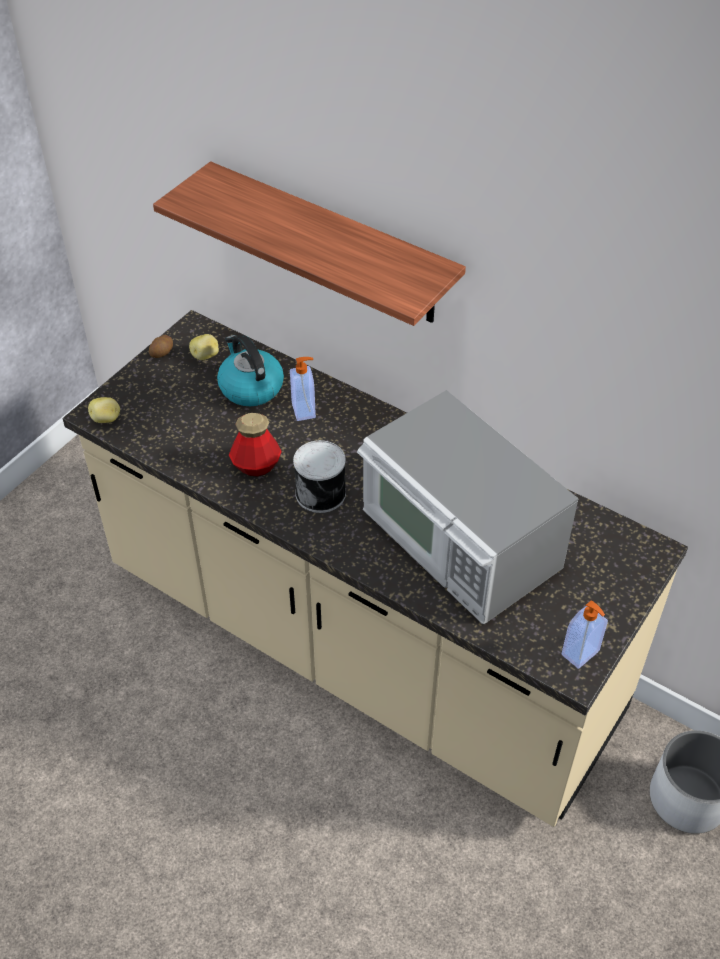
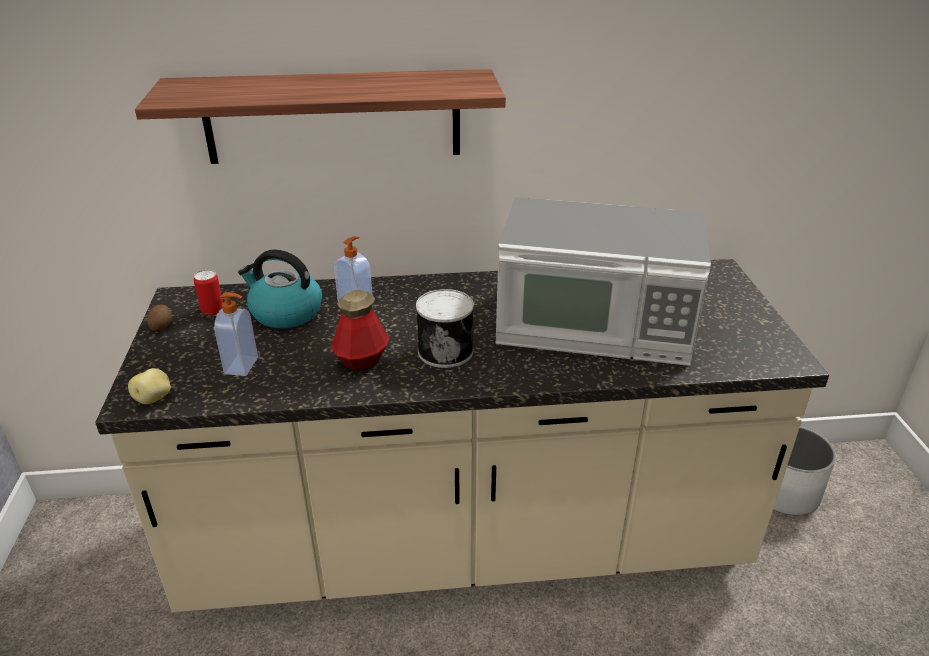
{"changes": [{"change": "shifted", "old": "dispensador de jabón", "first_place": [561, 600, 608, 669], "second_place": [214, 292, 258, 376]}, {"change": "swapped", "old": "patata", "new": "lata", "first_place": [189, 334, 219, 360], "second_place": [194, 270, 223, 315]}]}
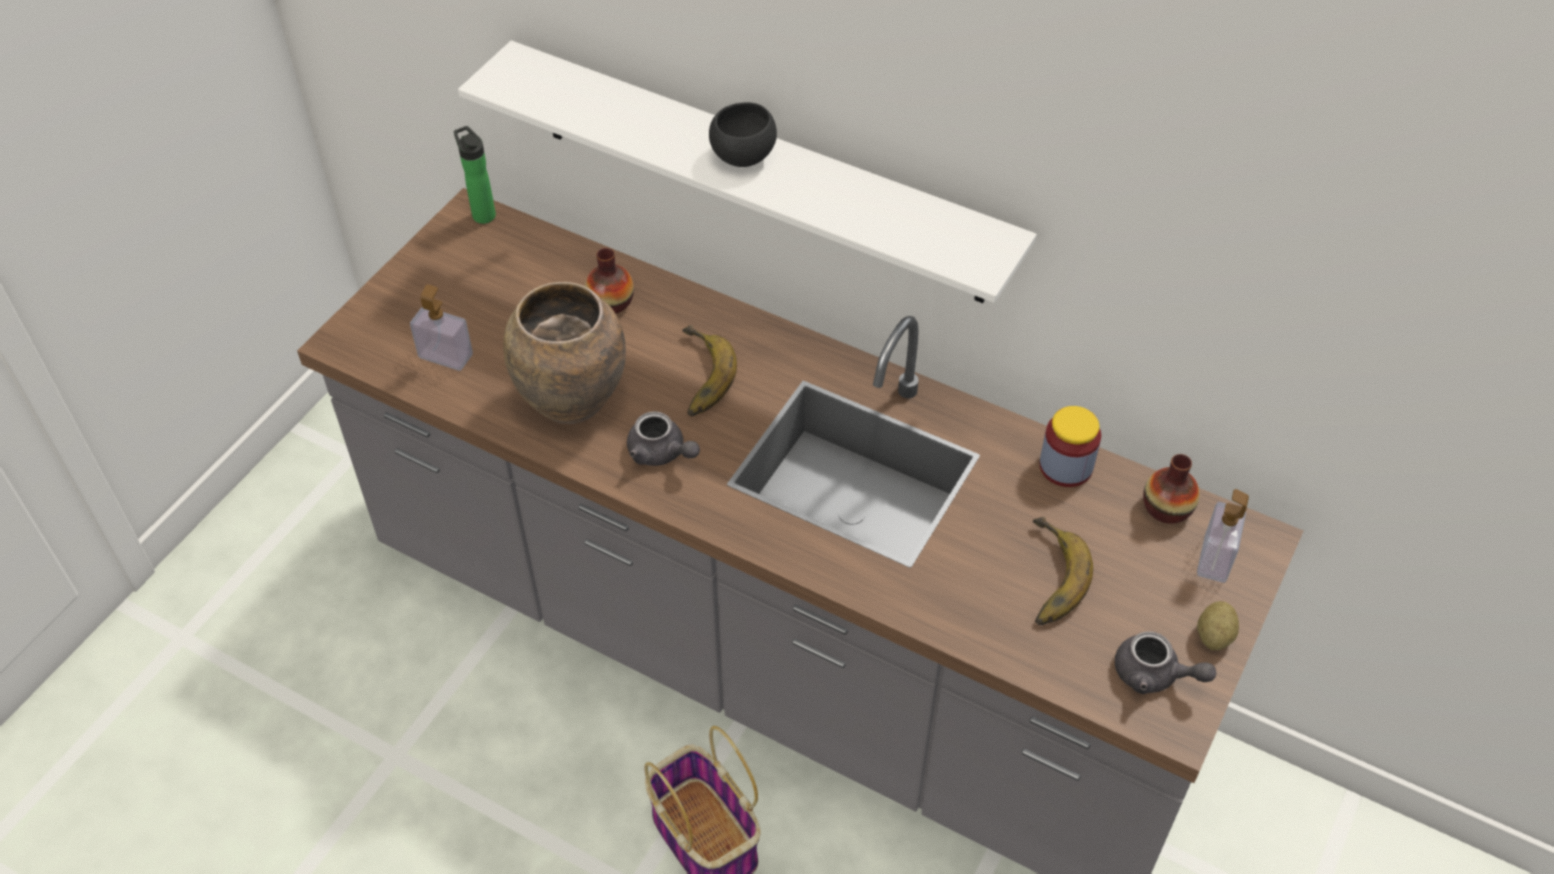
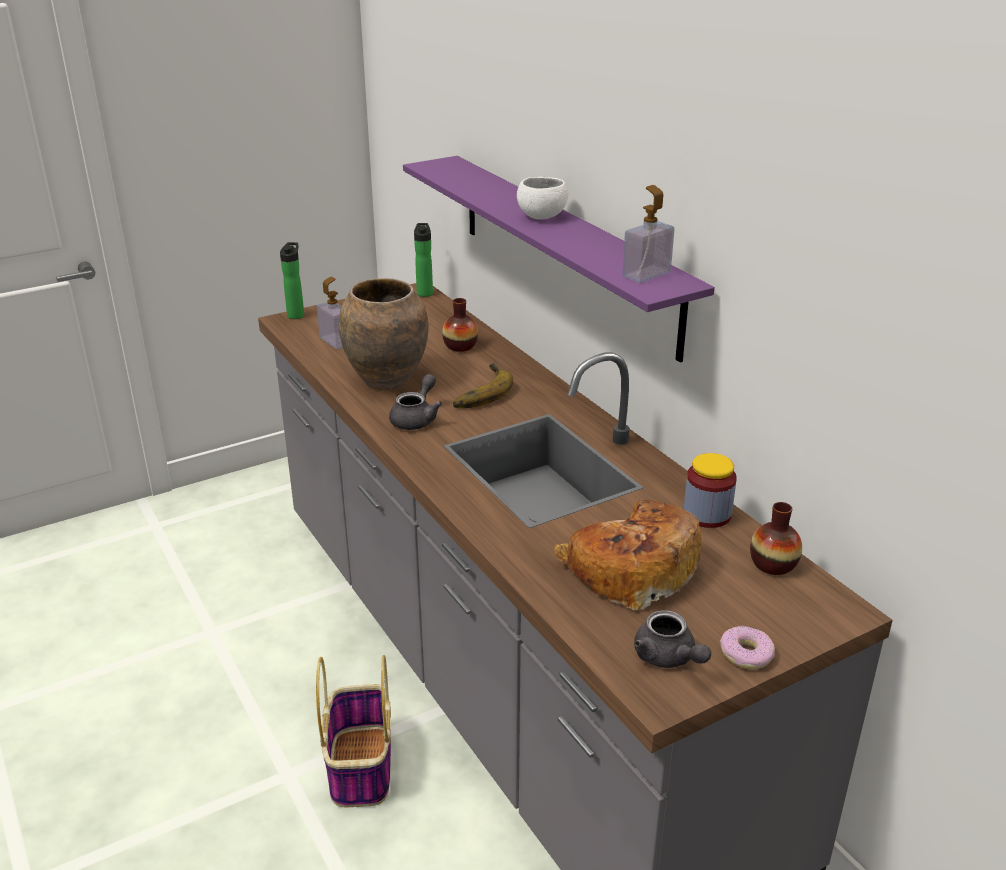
{"changes": [{"change": "new", "new": "botella", "second_place": [280, 242, 304, 319]}, {"change": "shifted", "old": "dispensador de jabón", "first_place": [1197, 489, 1249, 583], "second_place": [622, 185, 674, 283]}, {"change": "swapped", "old": "plátano", "new": "pan", "first_place": [1033, 517, 1093, 625], "second_place": [554, 500, 701, 610]}, {"change": "swapped", "old": "patata", "new": "rosquilla", "first_place": [1197, 601, 1239, 650], "second_place": [720, 626, 775, 670]}, {"change": "repainted", "old": "estante (blanco)", "new": "estante (morado)", "first_place": [458, 40, 1037, 303], "second_place": [403, 156, 715, 363]}, {"change": "repainted", "old": "cuenco (negro)", "new": "cuenco (blanco)", "first_place": [709, 102, 777, 167], "second_place": [517, 177, 568, 219]}, {"change": "rotated", "old": "tetera (gris)", "first_place": [627, 411, 700, 466], "second_place": [389, 374, 442, 430], "degrees": -135}]}
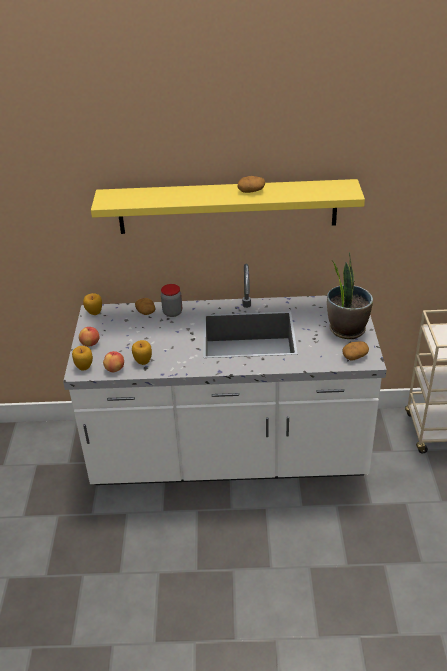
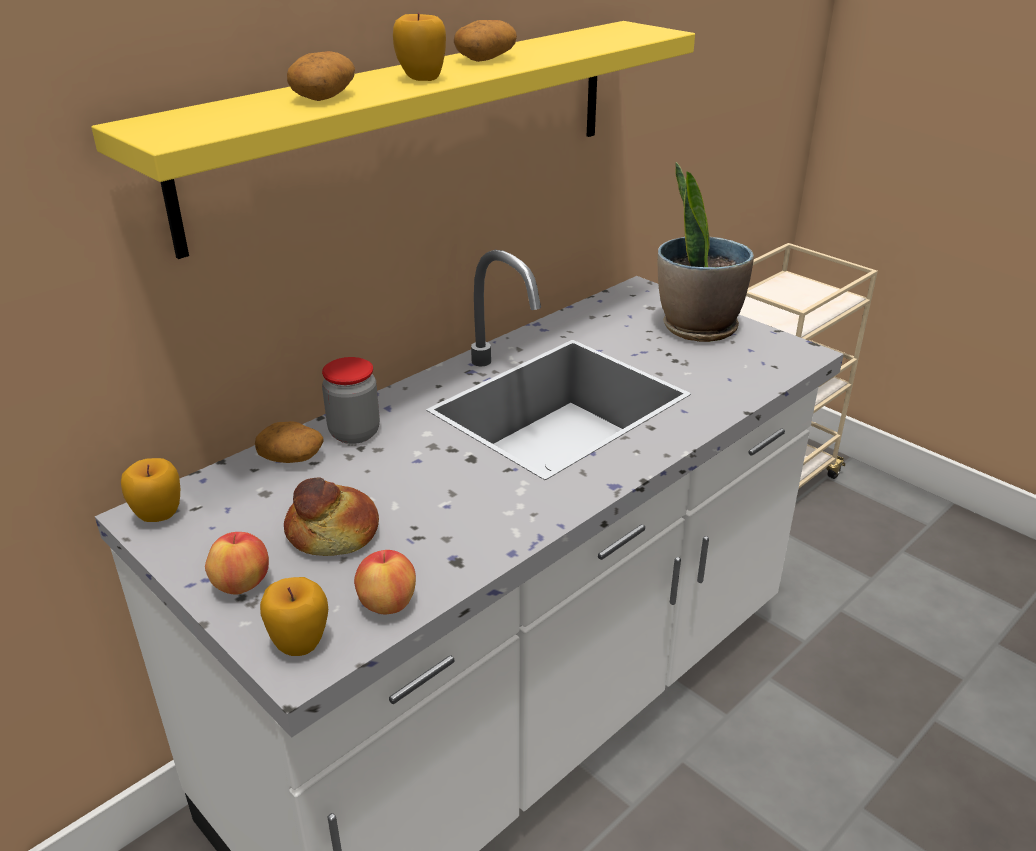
{"changes": [{"change": "new", "new": "pan", "second_place": [284, 478, 379, 556]}, {"change": "shifted", "old": "manzana", "first_place": [132, 340, 152, 365], "second_place": [393, 13, 446, 81]}, {"change": "shifted", "old": "patata", "first_place": [342, 341, 369, 361], "second_place": [287, 51, 355, 101]}]}
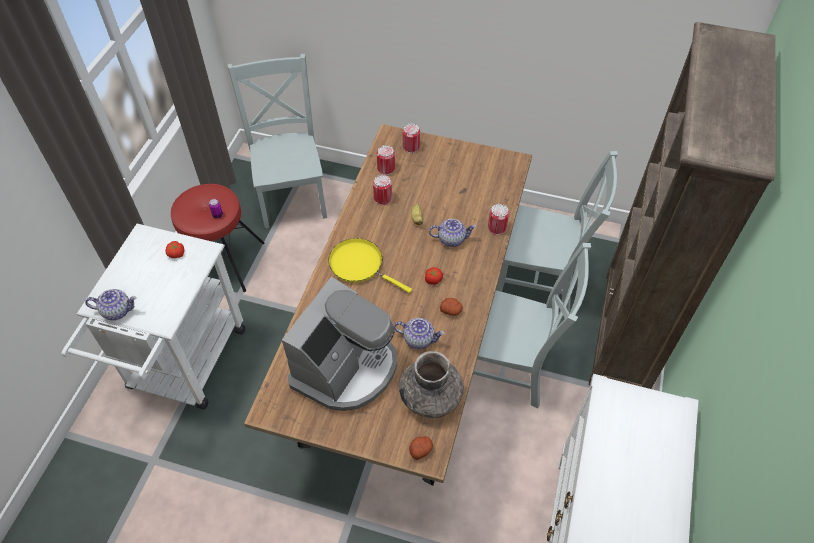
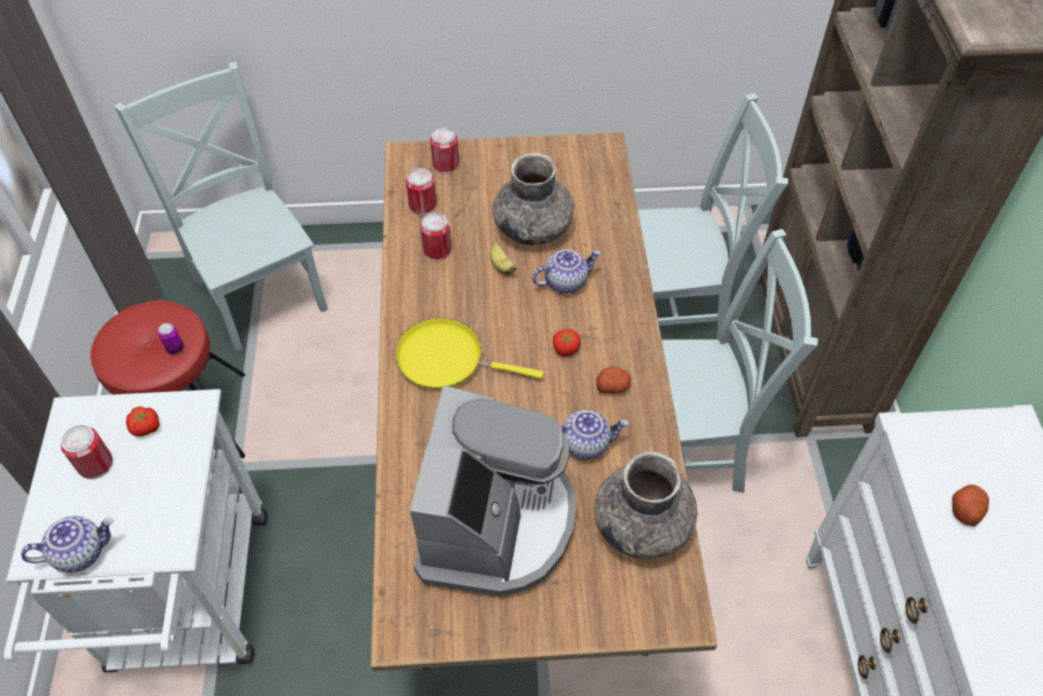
{"changes": [{"change": "new", "new": "florero (gris)", "second_place": [492, 153, 574, 245]}, {"change": "shifted", "old": "patata", "first_place": [409, 436, 433, 460], "second_place": [952, 485, 989, 526]}, {"change": "shifted", "old": "lata", "first_place": [488, 204, 509, 235], "second_place": [61, 425, 113, 479]}]}
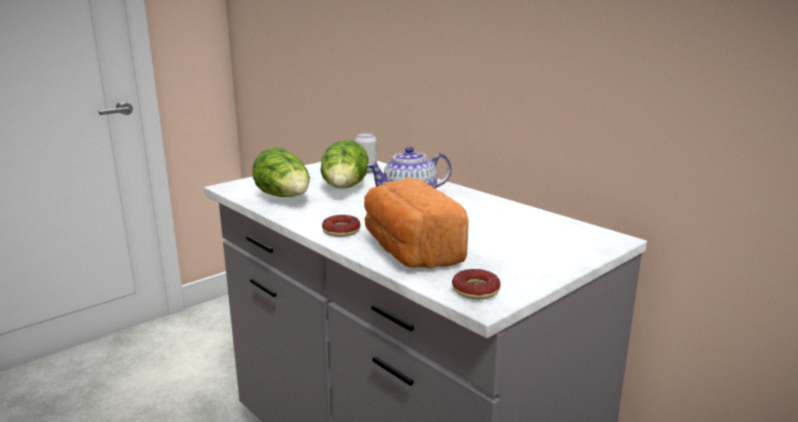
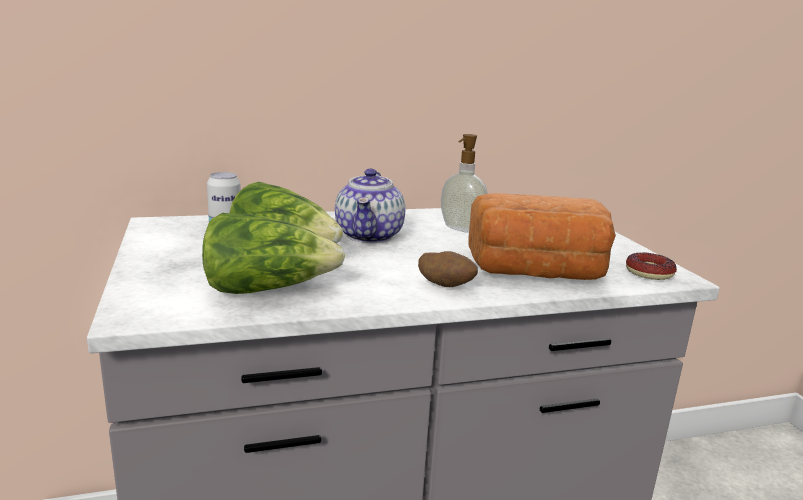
{"changes": [{"change": "new", "new": "dispensador de jabón", "second_place": [441, 134, 488, 233]}, {"change": "swapped", "old": "rosquilla", "new": "patata", "first_place": [322, 215, 361, 237], "second_place": [418, 251, 478, 287]}]}
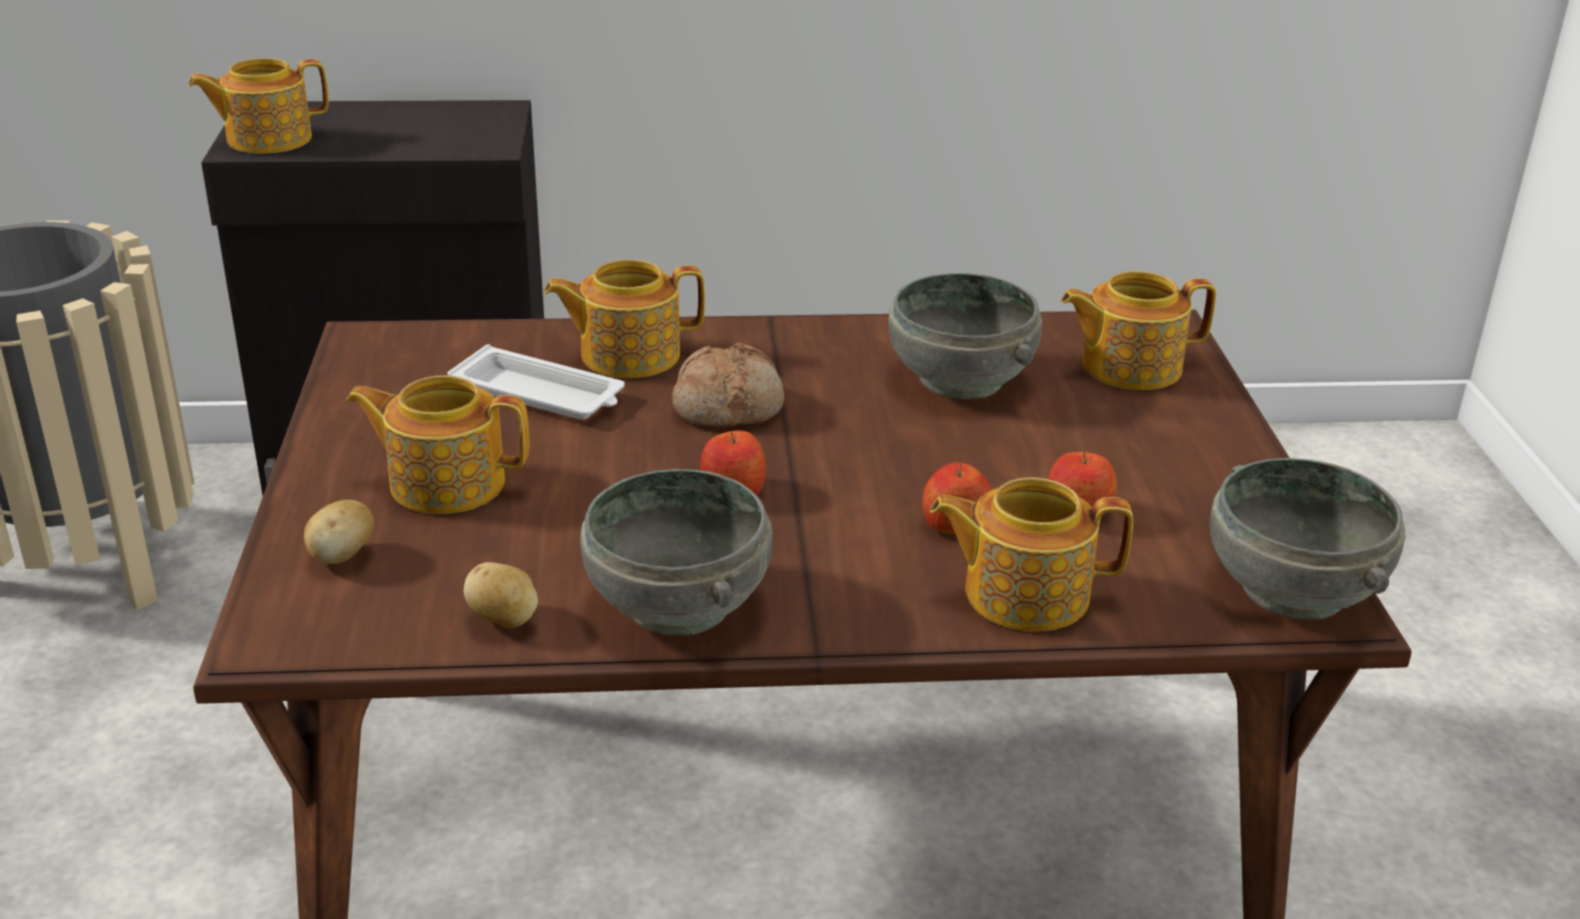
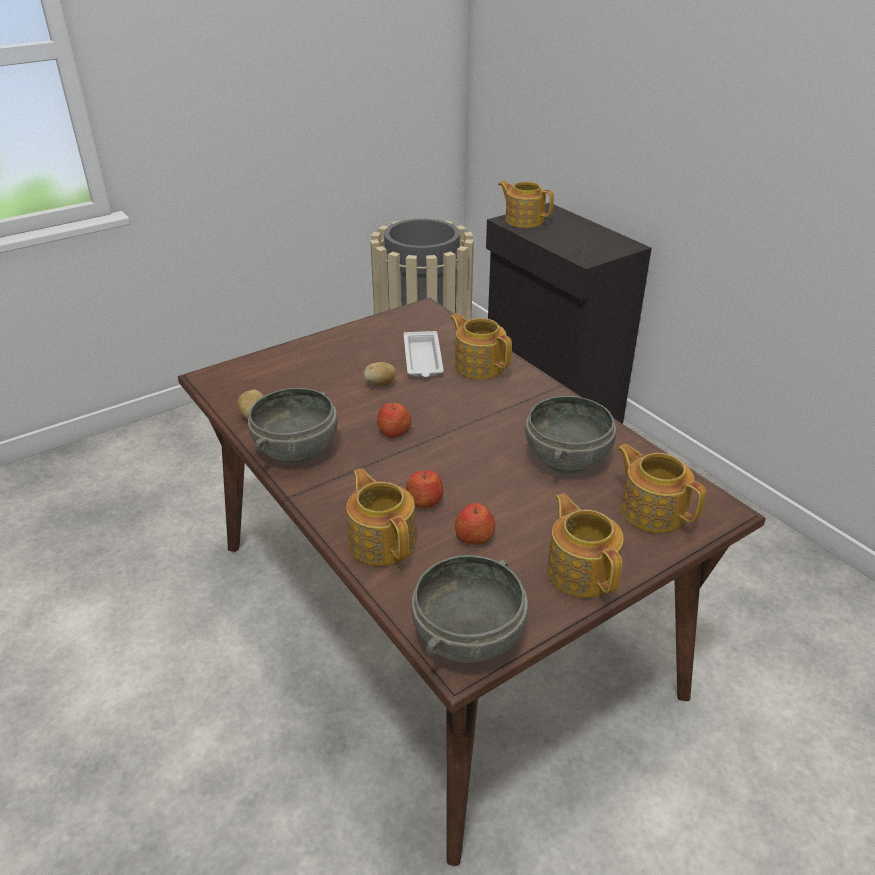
{"changes": [{"change": "gone", "old": "pan", "first_place": [672, 343, 784, 427]}, {"change": "shifted", "old": "patata", "first_place": [304, 500, 374, 564], "second_place": [364, 362, 396, 386]}, {"change": "shifted", "old": "tetera", "first_place": [346, 375, 530, 514], "second_place": [547, 493, 624, 598]}]}
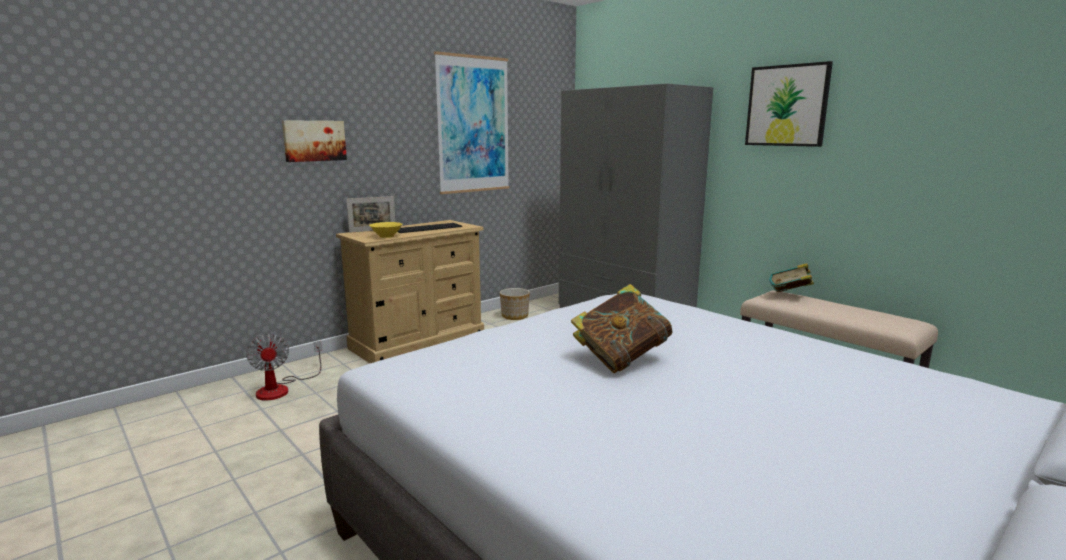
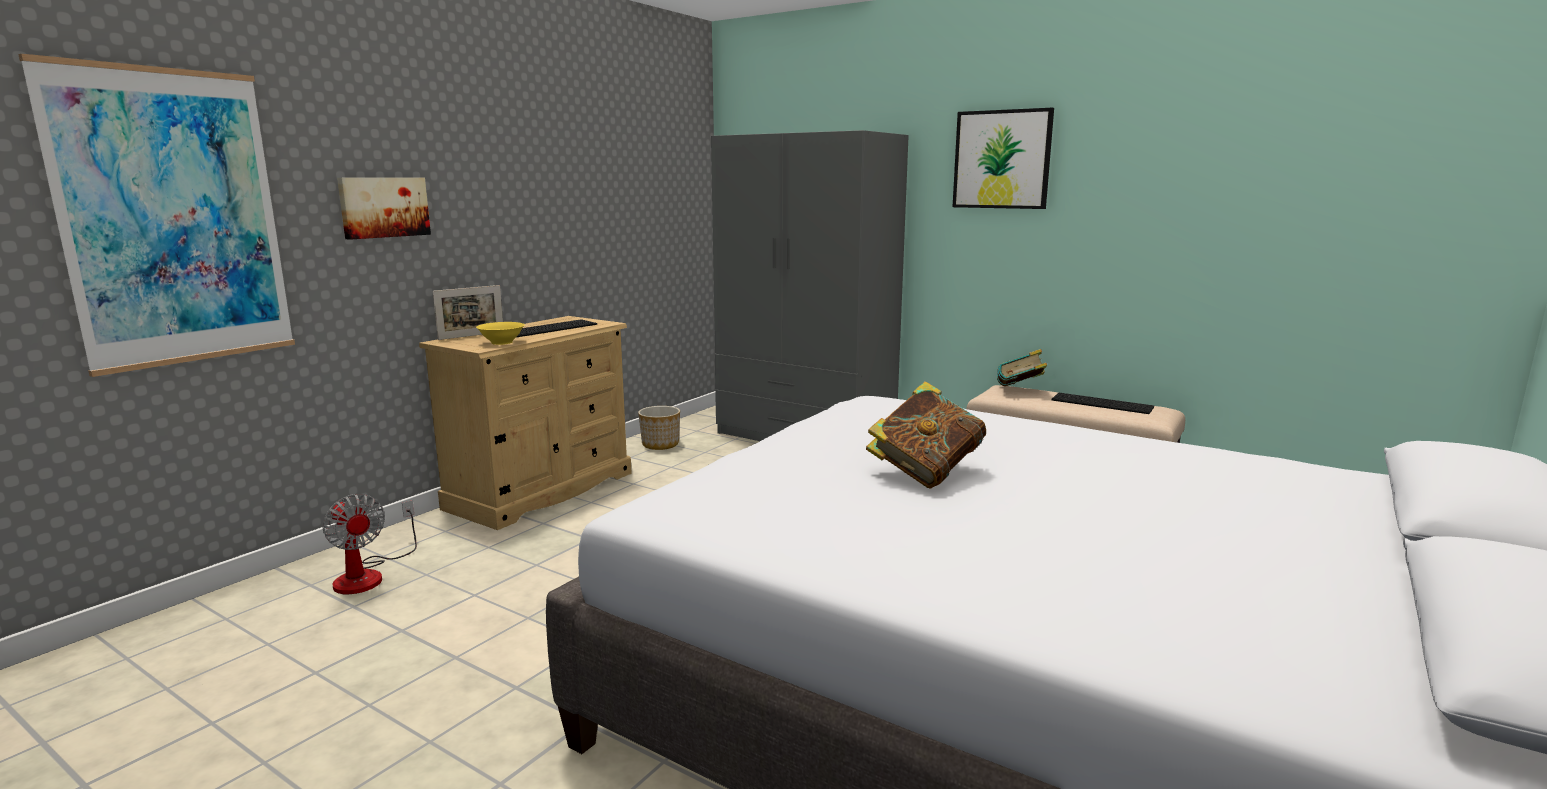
{"changes": [{"change": "new", "new": "teclado", "second_place": [1051, 393, 1154, 414]}, {"change": "shifted", "old": "cuadro", "first_place": [434, 51, 510, 194], "second_place": [18, 54, 295, 377]}]}
